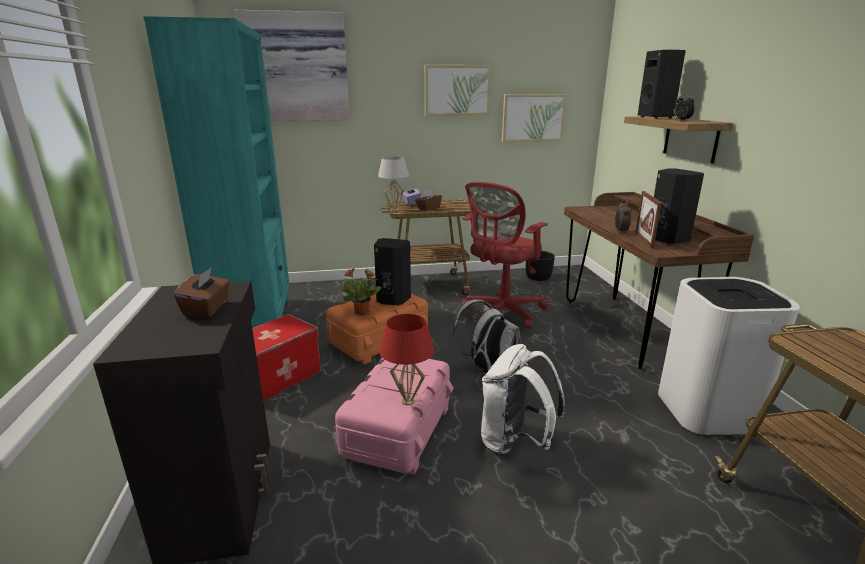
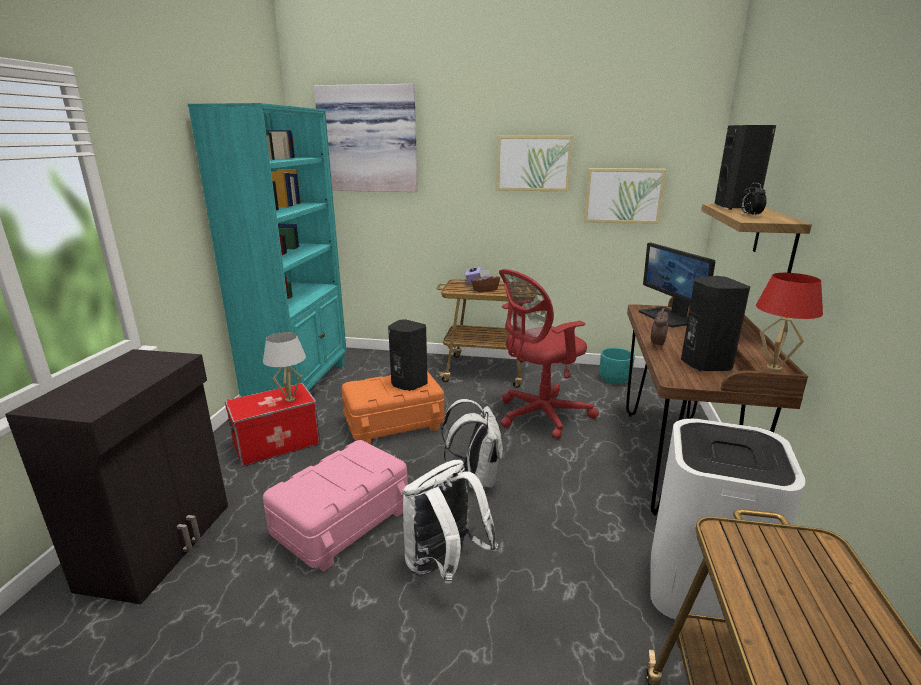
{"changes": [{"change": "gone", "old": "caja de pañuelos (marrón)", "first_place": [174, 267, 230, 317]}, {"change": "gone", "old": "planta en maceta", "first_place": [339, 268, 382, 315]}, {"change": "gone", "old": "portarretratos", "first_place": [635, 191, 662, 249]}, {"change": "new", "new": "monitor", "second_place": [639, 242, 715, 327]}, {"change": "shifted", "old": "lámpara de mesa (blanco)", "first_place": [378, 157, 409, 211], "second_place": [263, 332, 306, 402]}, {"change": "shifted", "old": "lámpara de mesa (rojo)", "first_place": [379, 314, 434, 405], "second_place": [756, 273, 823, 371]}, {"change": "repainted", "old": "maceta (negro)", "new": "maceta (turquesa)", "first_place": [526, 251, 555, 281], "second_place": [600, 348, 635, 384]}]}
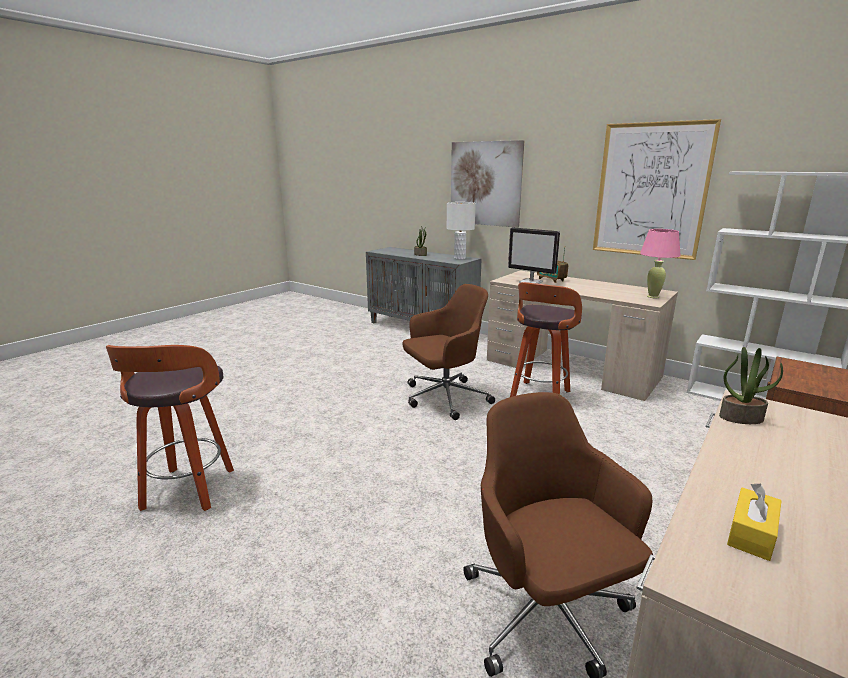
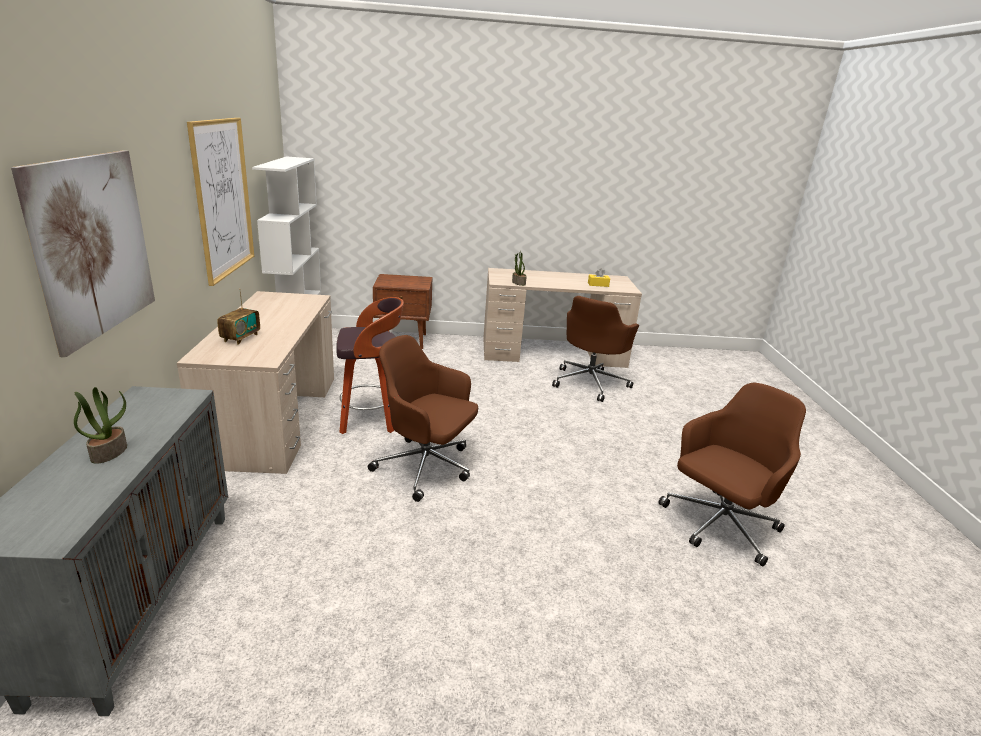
{"changes": [{"change": "gone", "old": "lámpara de mesa (blanco)", "first_place": [446, 202, 476, 259]}, {"change": "gone", "old": "monitor", "first_place": [508, 227, 560, 284]}, {"change": "gone", "old": "lámpara de mesa (rosa)", "first_place": [640, 229, 681, 298]}, {"change": "swapped", "old": "taburete", "new": "silla de oficina (marrón)", "first_place": [106, 345, 234, 511], "second_place": [658, 383, 806, 566]}]}
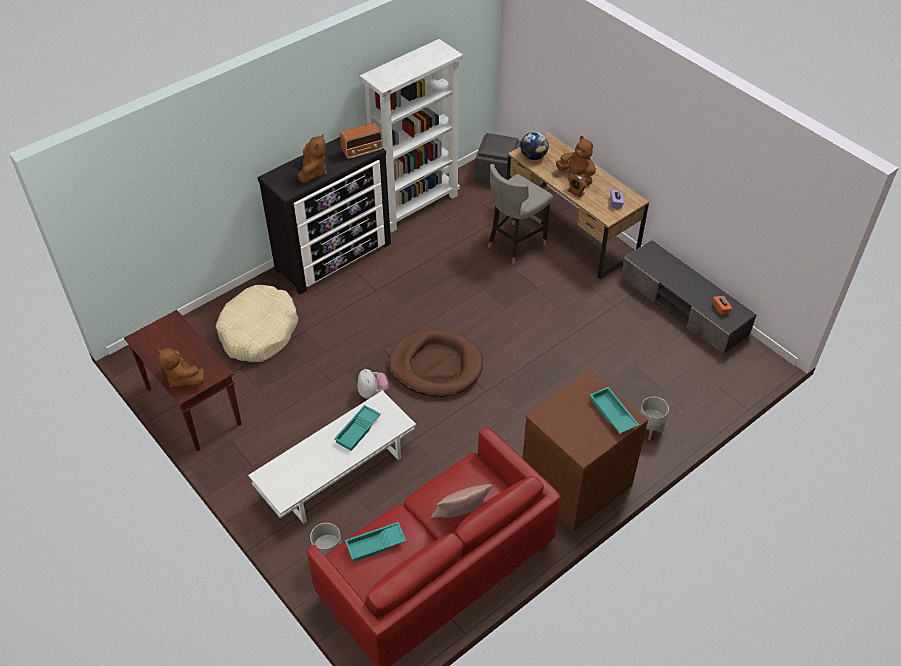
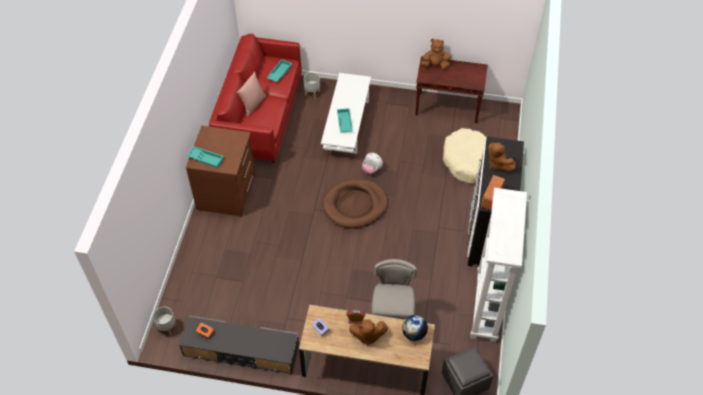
{"changes": [{"change": "shifted", "old": "maceta (gris)", "first_place": [640, 397, 669, 440], "second_place": [153, 307, 177, 336]}]}
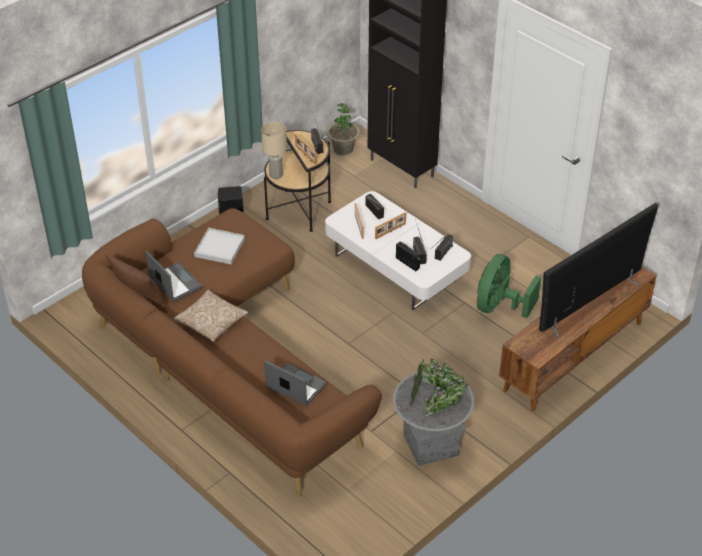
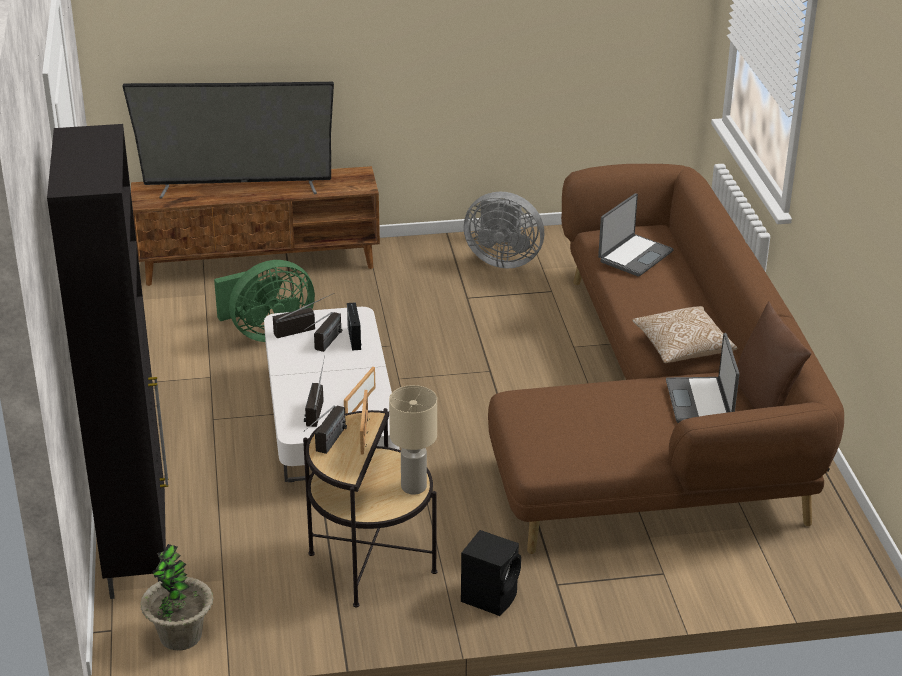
{"changes": [{"change": "gone", "old": "bandeja (blanco)", "first_place": [194, 228, 245, 265]}, {"change": "gone", "old": "portarretratos", "first_place": [375, 212, 406, 239]}, {"change": "swapped", "old": "maceta (gris)", "new": "ventilador (gris)", "first_place": [393, 359, 474, 466], "second_place": [464, 192, 544, 269]}, {"change": "rotated", "old": "portátil", "first_place": [264, 360, 327, 406], "second_place": [598, 193, 674, 277], "degrees": -120}]}
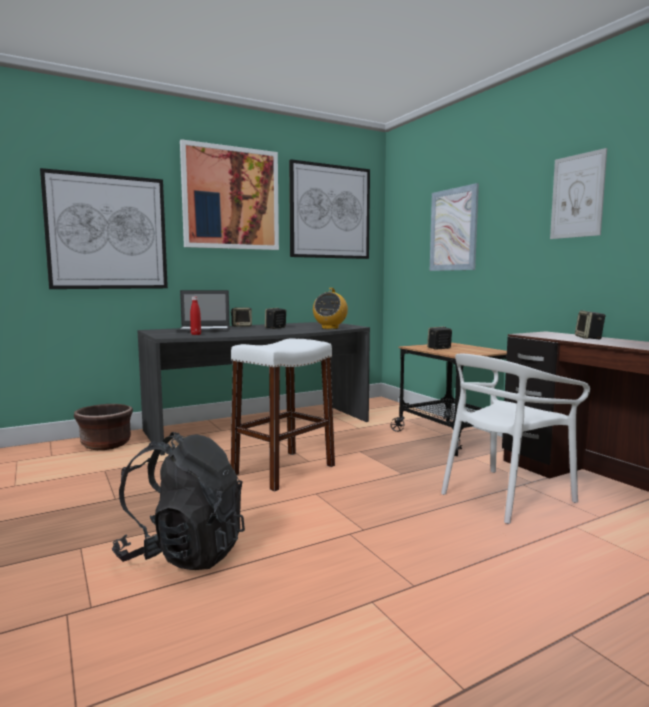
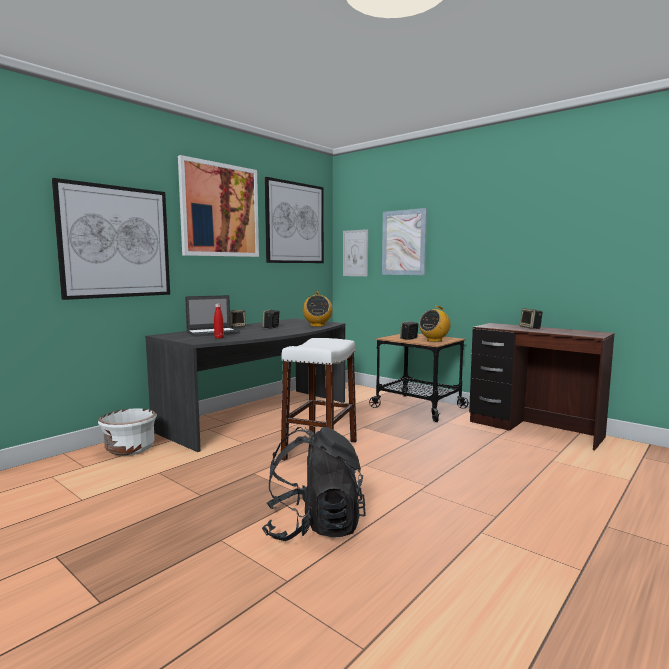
{"changes": [{"change": "gone", "old": "silla (blanco)", "first_place": [441, 354, 590, 524]}, {"change": "new", "new": "radio", "second_place": [419, 306, 450, 342]}, {"change": "shifted", "old": "cuadro", "first_place": [550, 148, 607, 239], "second_place": [343, 229, 368, 276]}, {"change": "repainted", "old": "maceta (marrón)", "new": "maceta (blanco)", "first_place": [74, 404, 133, 450], "second_place": [98, 408, 157, 456]}]}
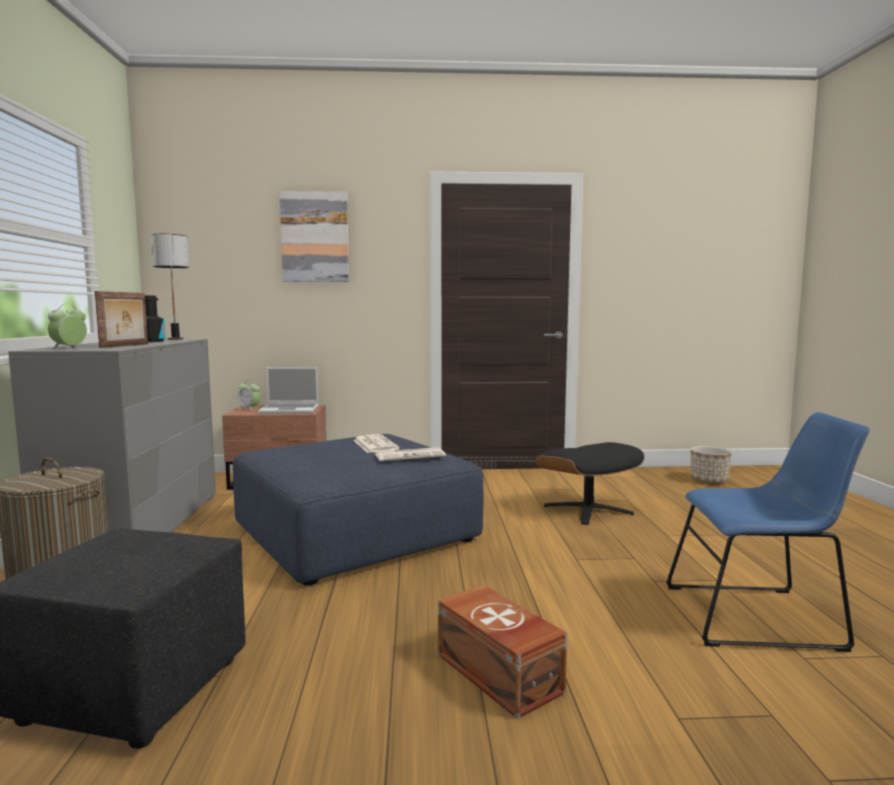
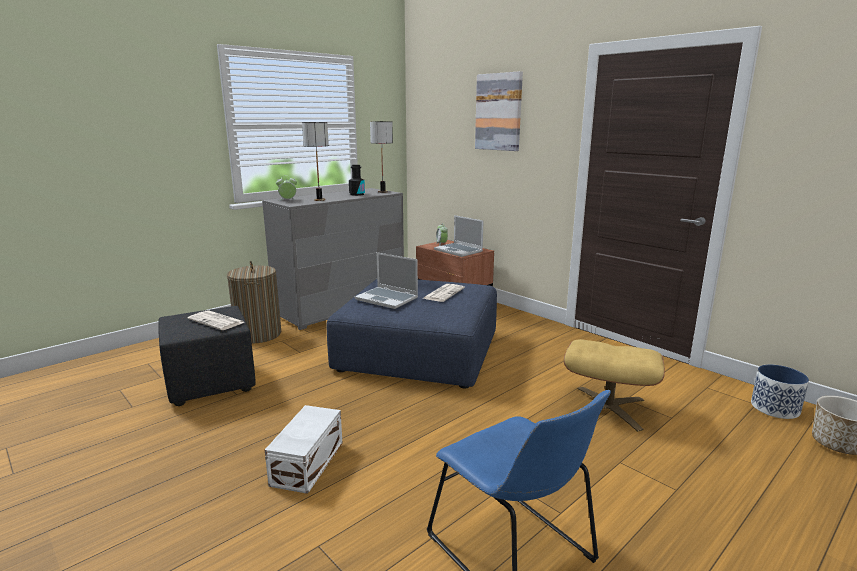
{"changes": [{"change": "new", "new": "portátil", "second_place": [355, 252, 418, 309]}, {"change": "new", "new": "maceta", "second_place": [751, 364, 809, 419]}, {"change": "shifted", "old": "periódico", "first_place": [375, 447, 446, 461], "second_place": [188, 310, 244, 330]}, {"change": "swapped", "old": "portarretratos", "new": "lámpara de mesa", "first_place": [95, 291, 148, 348], "second_place": [302, 122, 329, 201]}, {"change": "repainted", "old": "caja de almacenaje (marrón)", "new": "caja de almacenaje (blanco)", "first_place": [438, 584, 567, 719], "second_place": [265, 405, 343, 494]}, {"change": "repainted", "old": "puf (negro)", "new": "puf (beis)", "first_place": [536, 442, 645, 525], "second_place": [564, 339, 665, 432]}]}
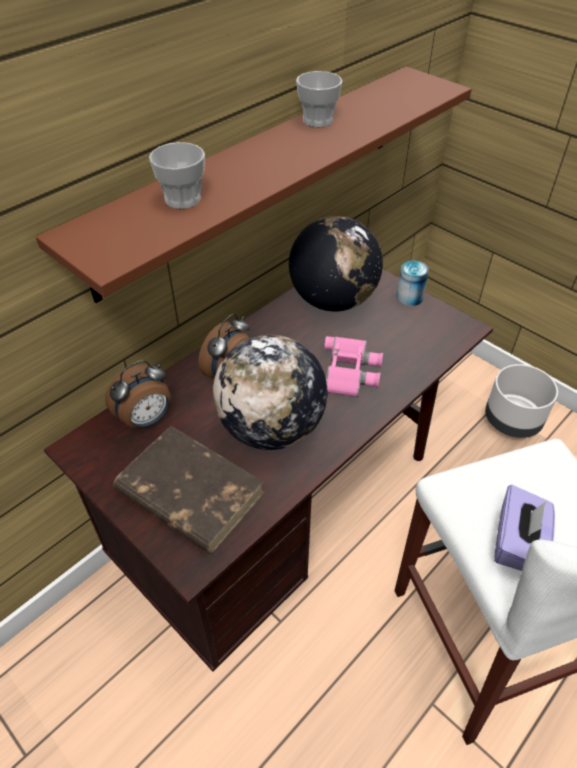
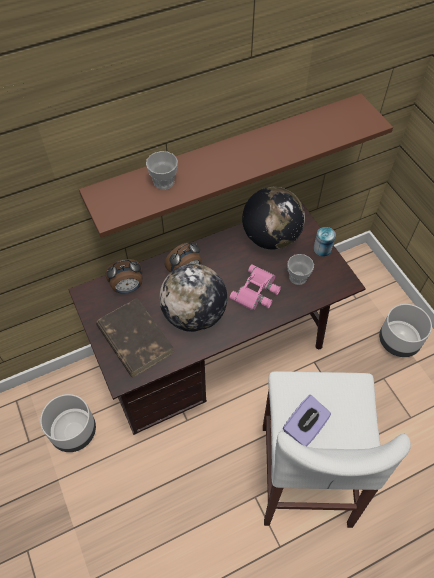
{"changes": [{"change": "new", "new": "maceta (gris)", "second_place": [40, 394, 96, 452]}, {"change": "shifted", "old": "taza", "first_place": [296, 71, 342, 127], "second_place": [287, 254, 314, 285]}]}
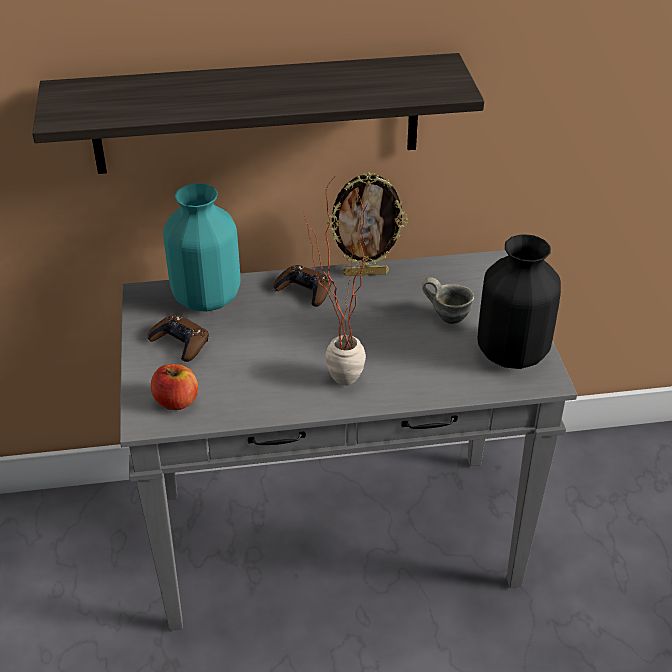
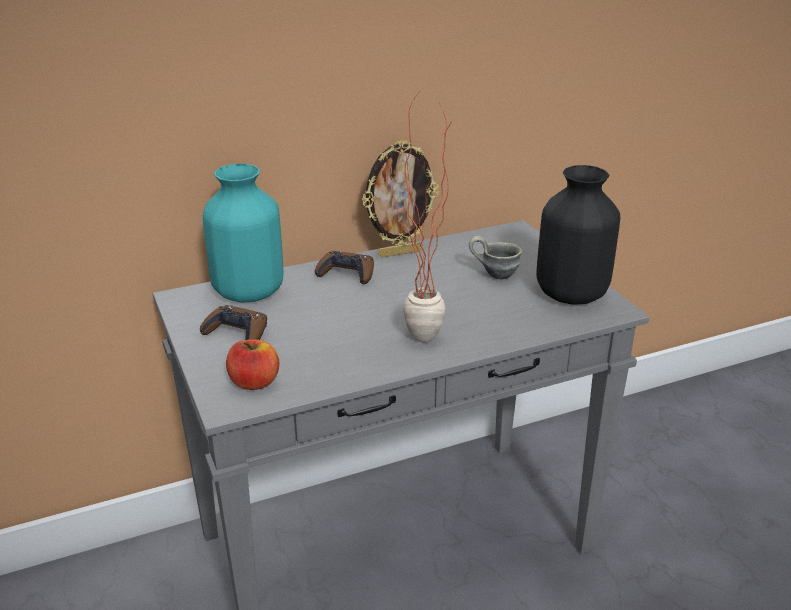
{"changes": [{"change": "gone", "old": "estante", "first_place": [32, 53, 484, 174]}]}
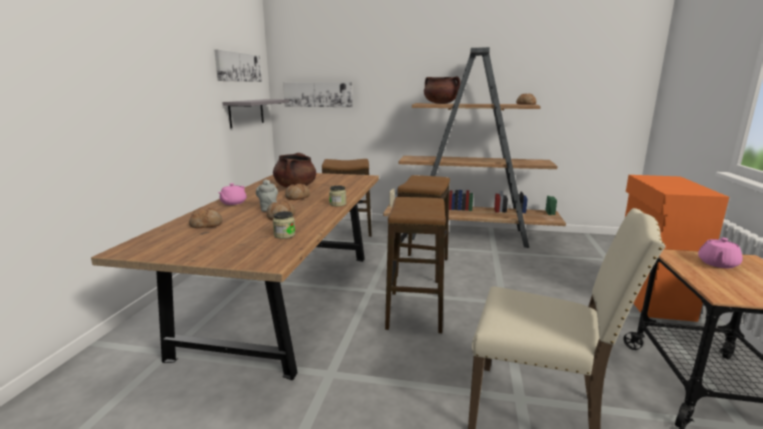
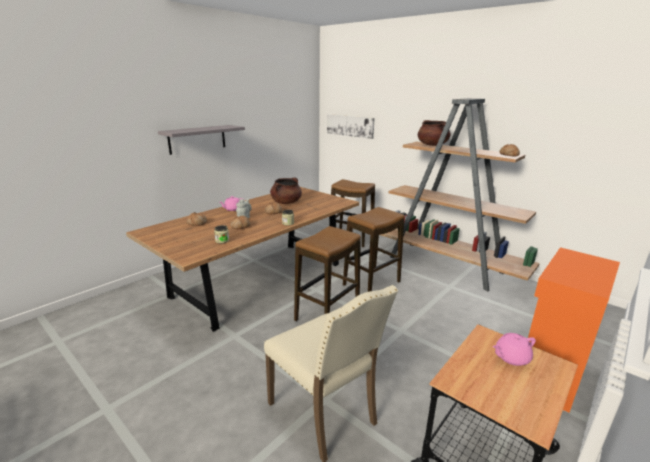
{"changes": [{"change": "gone", "old": "cuadro", "first_place": [214, 49, 262, 82]}, {"change": "shifted", "old": "estante (gris)", "first_place": [222, 99, 289, 128], "second_place": [158, 125, 245, 155]}]}
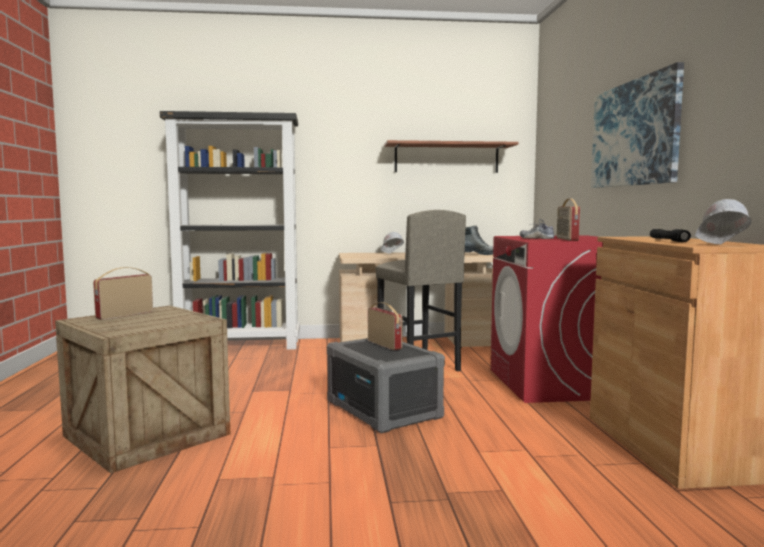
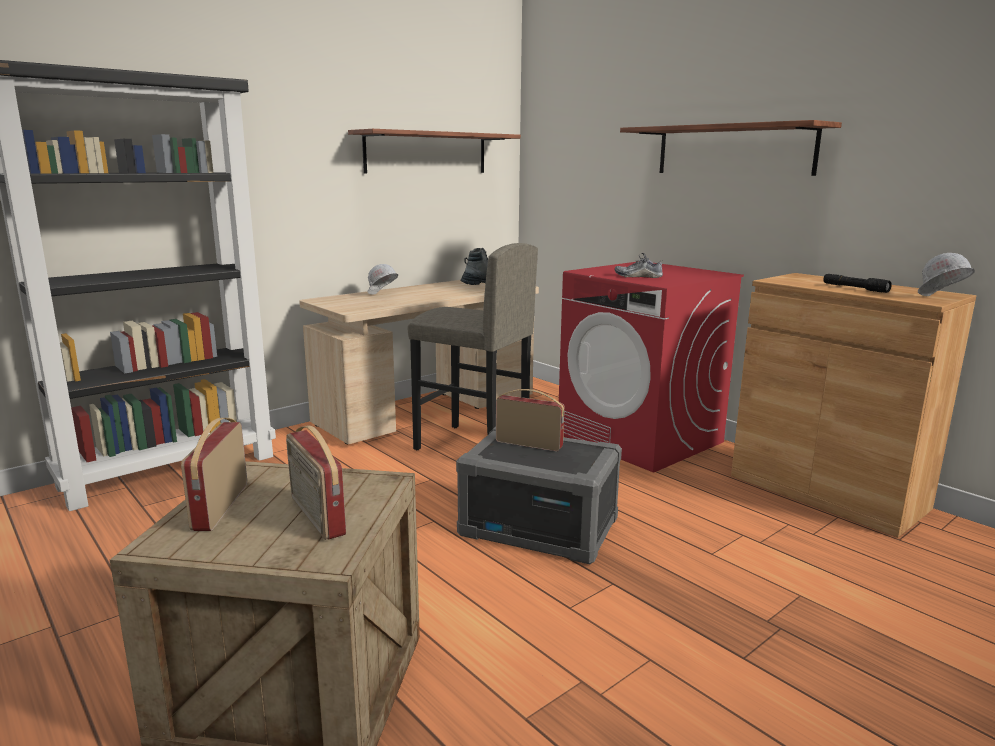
{"changes": [{"change": "shifted", "old": "radio", "first_place": [557, 198, 580, 241], "second_place": [286, 425, 346, 540]}, {"change": "swapped", "old": "cuadro", "new": "estante", "first_place": [591, 62, 684, 188], "second_place": [620, 120, 842, 176]}]}
